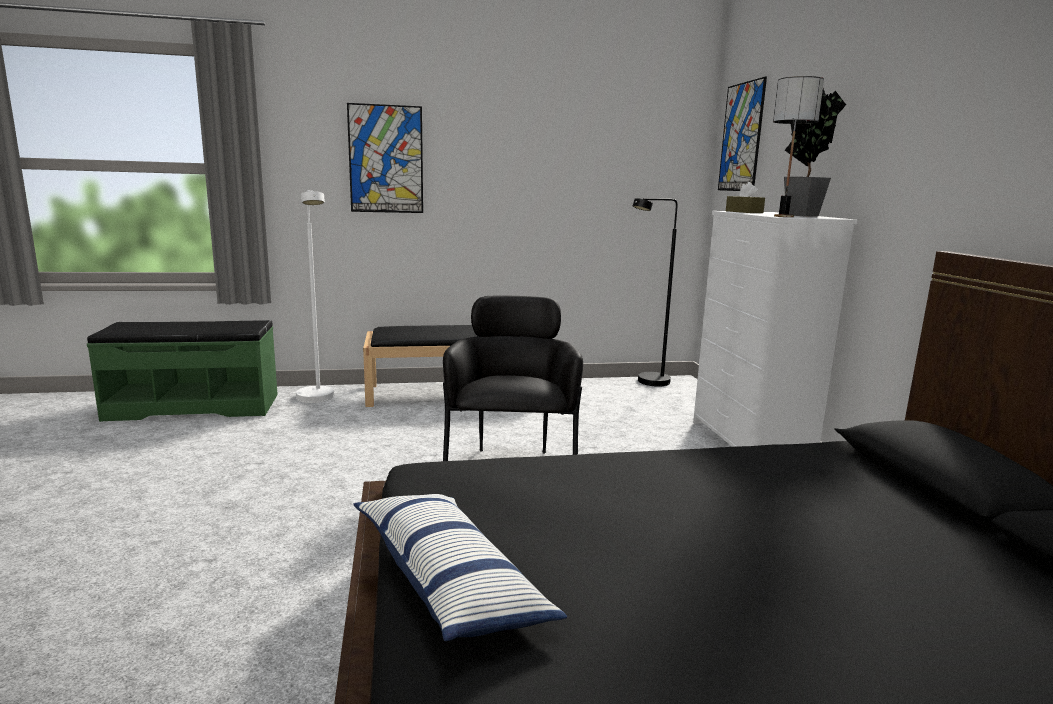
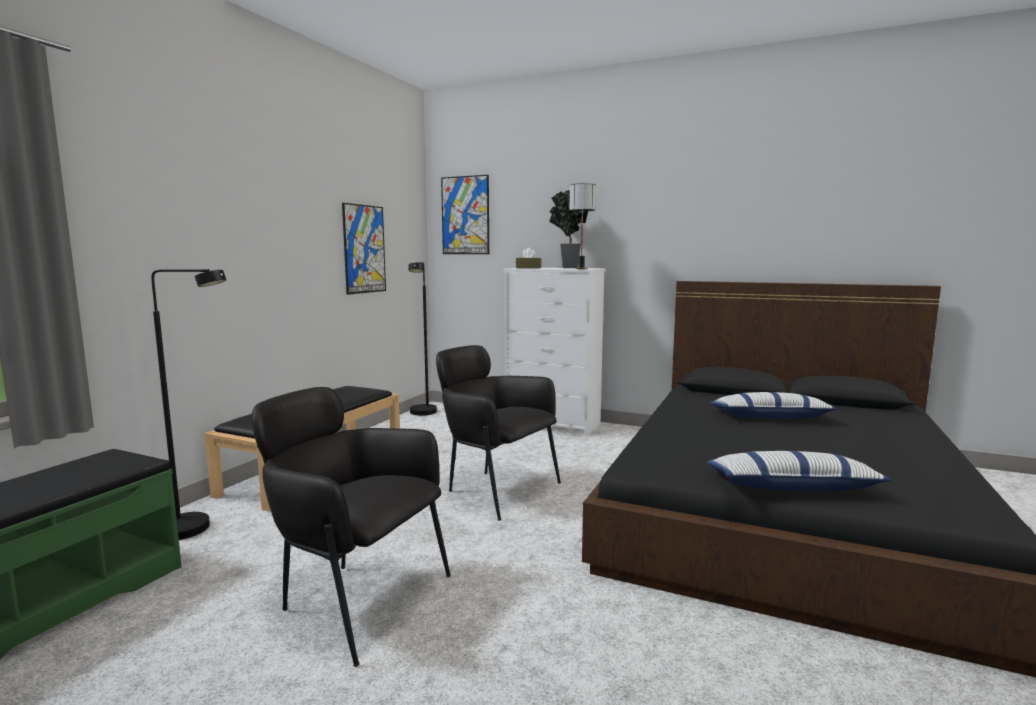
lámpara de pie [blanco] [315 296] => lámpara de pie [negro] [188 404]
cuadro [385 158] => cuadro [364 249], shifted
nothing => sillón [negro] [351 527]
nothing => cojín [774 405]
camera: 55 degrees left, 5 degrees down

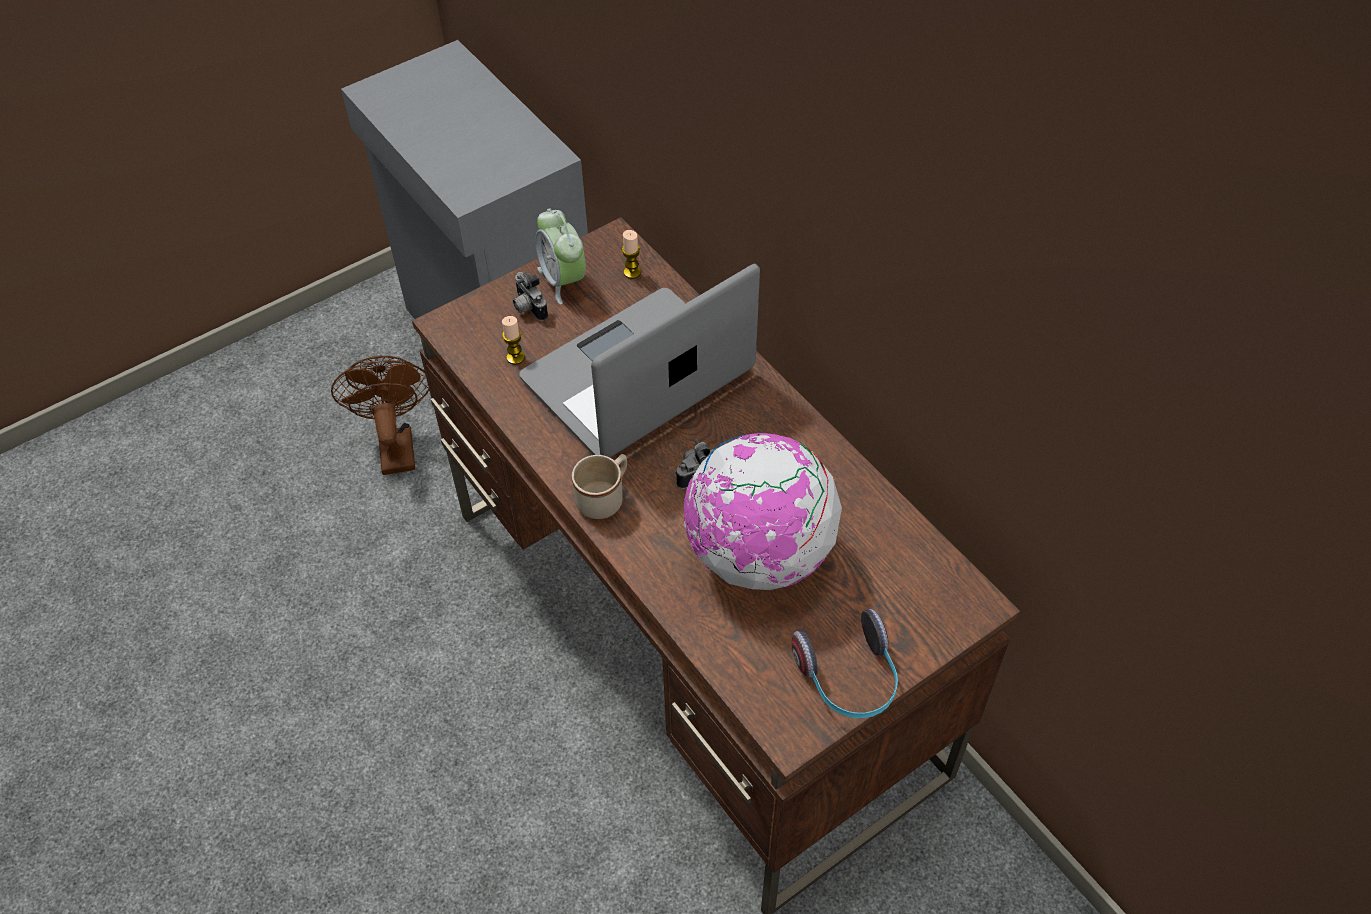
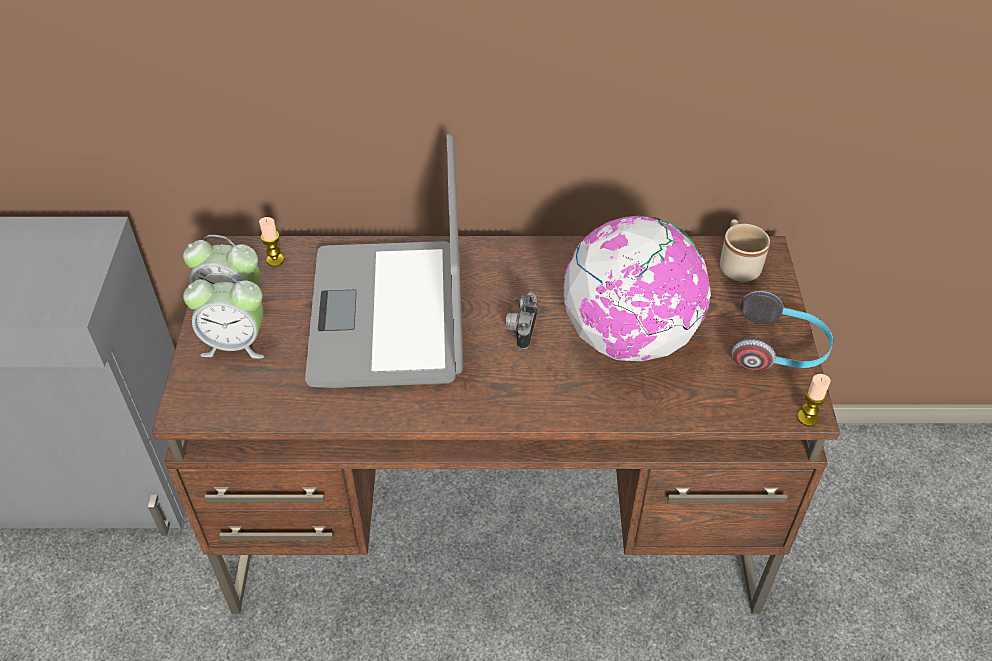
ventilador [marrón] [380 415] => nothing
vela [513 340] => vela [814 400], shifted
cámara [530 296] => despertador [223 316]
taza grande [beis] [599 486] => taza grande [beis] [745 250], shifted
camera: 55 degrees left, 5 degrees down

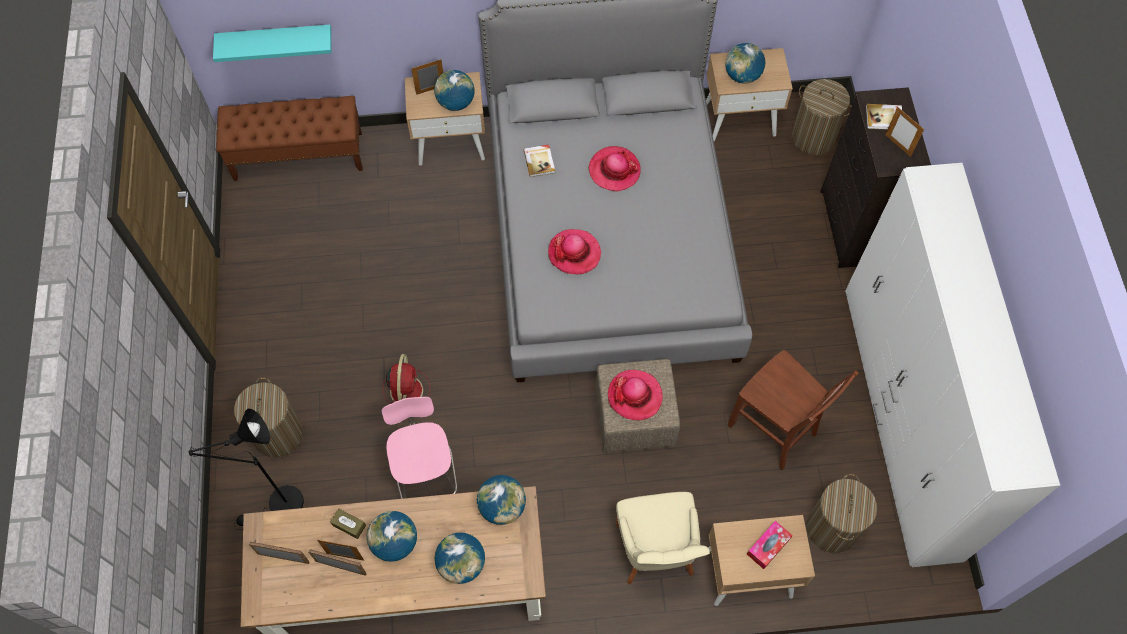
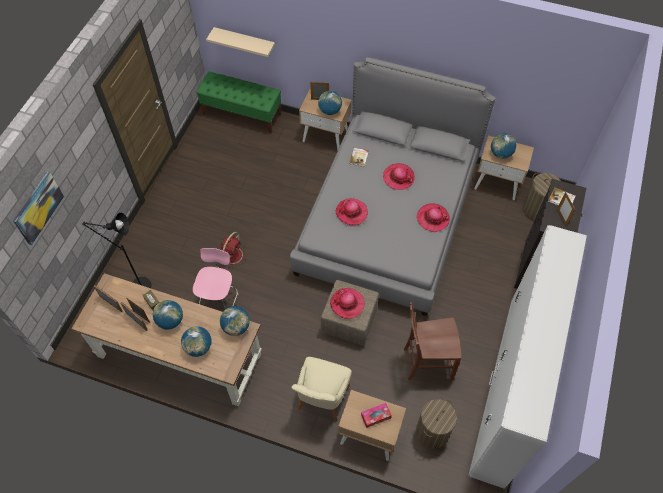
estante [turquesa] [272 43] => estante [beis] [240 42]
banco [marrón] [289 138] => banco [verde] [238 102]
cesto de la ropa [268 418] => nothing
silla [marrón] [793 410] => silla [marrón] [433 341], 105 degrees clockwise
nothing => cuadro [38 208]
nothing => sombrero [433 217]
camera: 25 degrees right, 5 degrees down

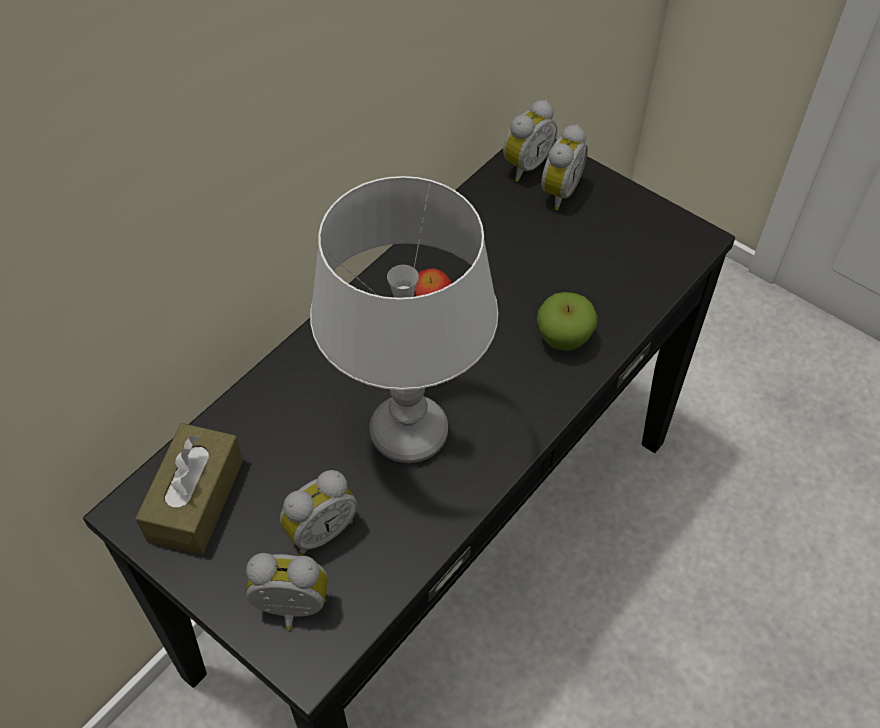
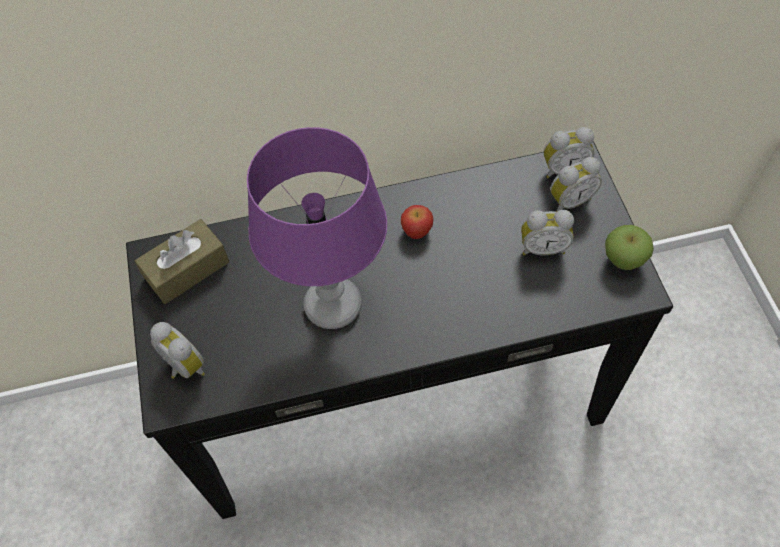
despertador [318 513] => despertador [547 233], shifted
lámpara de mesa [gris] [404 319] => lámpara de mesa [morado] [317 228]
manzana [567 321] => manzana [629 247], shifted
camera: 40 degrees right, 5 degrees up

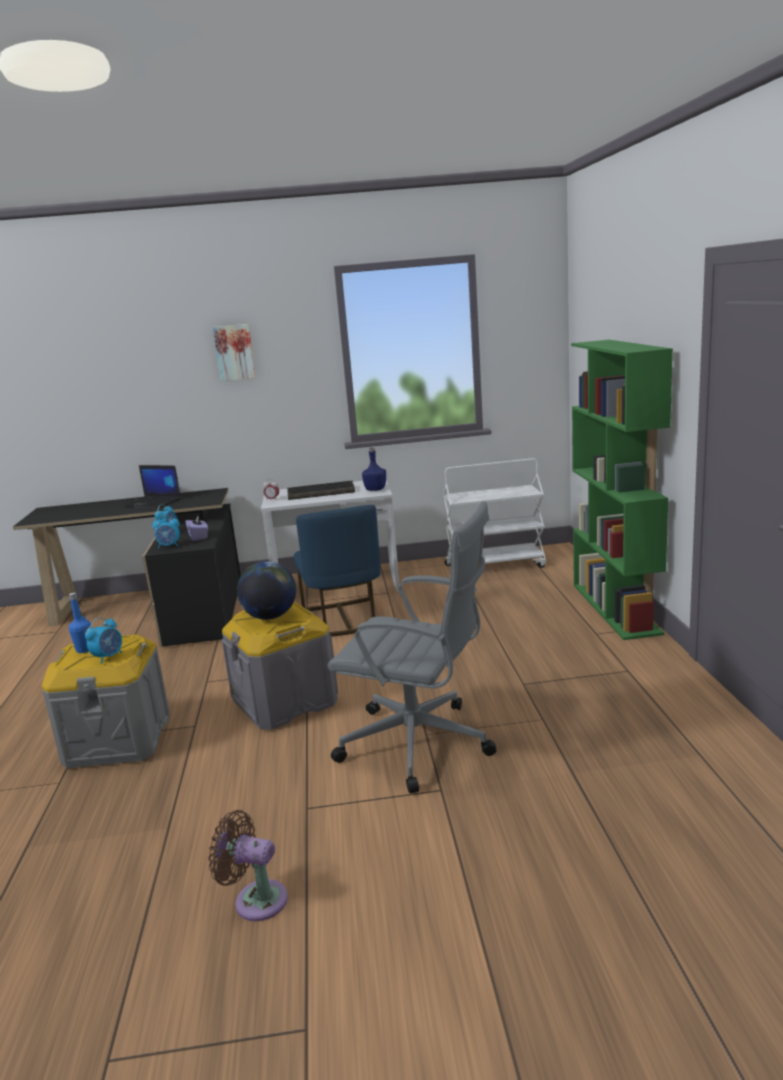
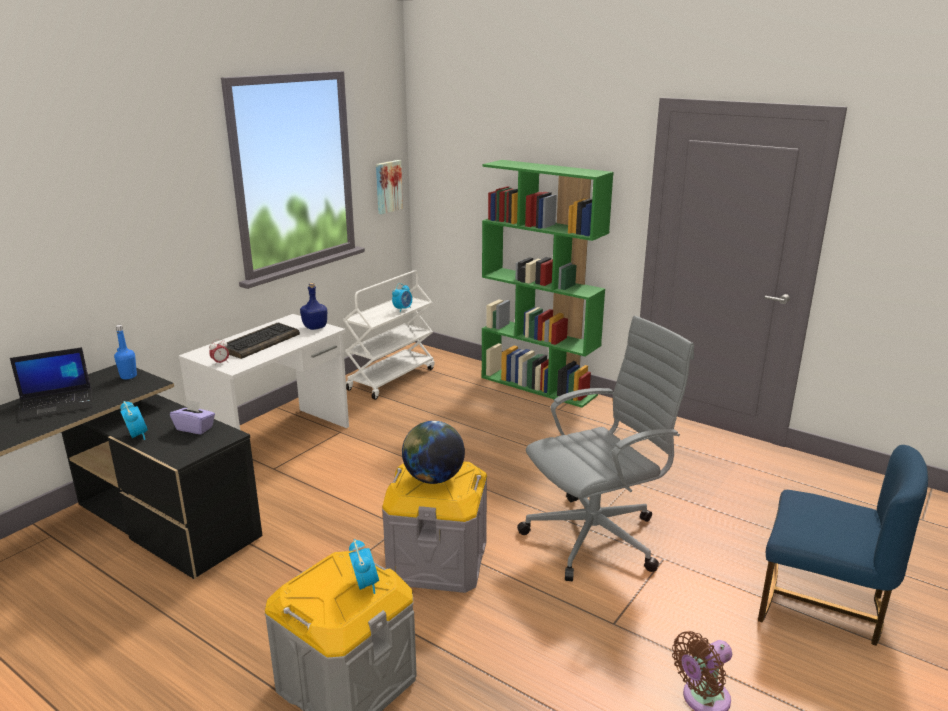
botella [azul] [80 622] => botella [azul] [125 352], shifted
despertador [166 532] => despertador [402 297], shifted
cuadro [234 352] => cuadro [389 187], shifted
silla [azul] [337 571] => silla [azul] [843 545], shifted
camera: 50 degrees left, 5 degrees up

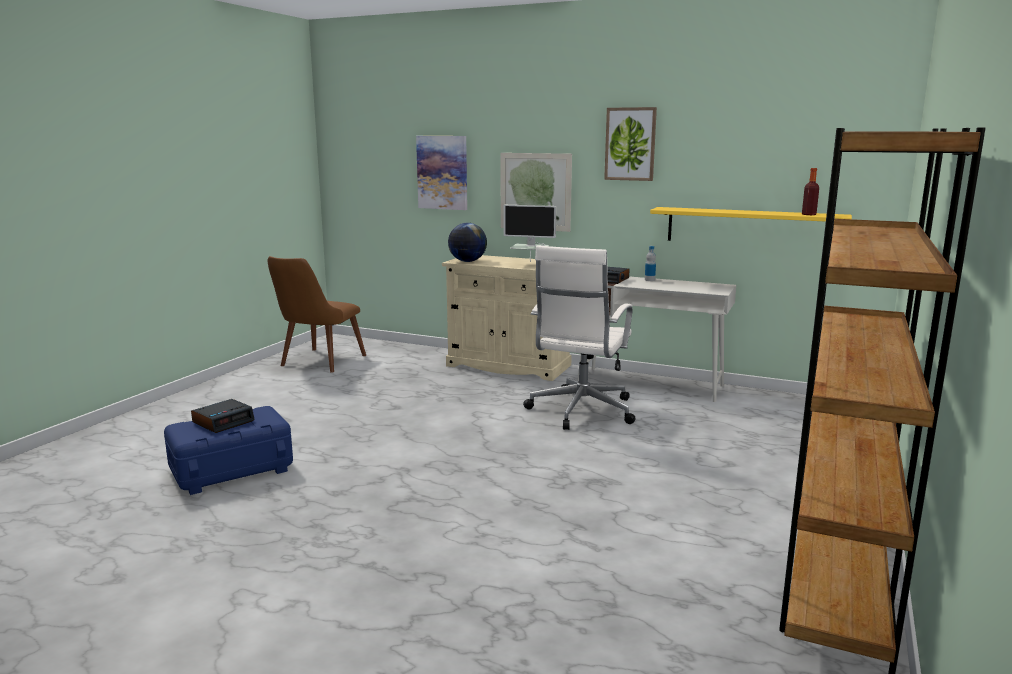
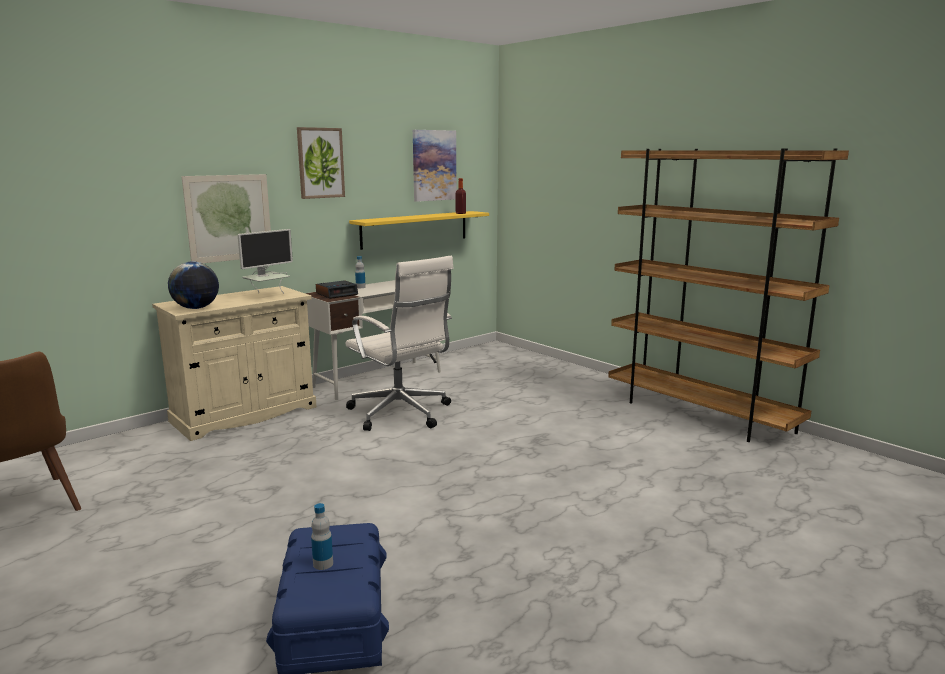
despertador [223 416] => botella [322 536]
cuadro [441 173] => cuadro [434 166], shifted
camera: 65 degrees left, 0 degrees up

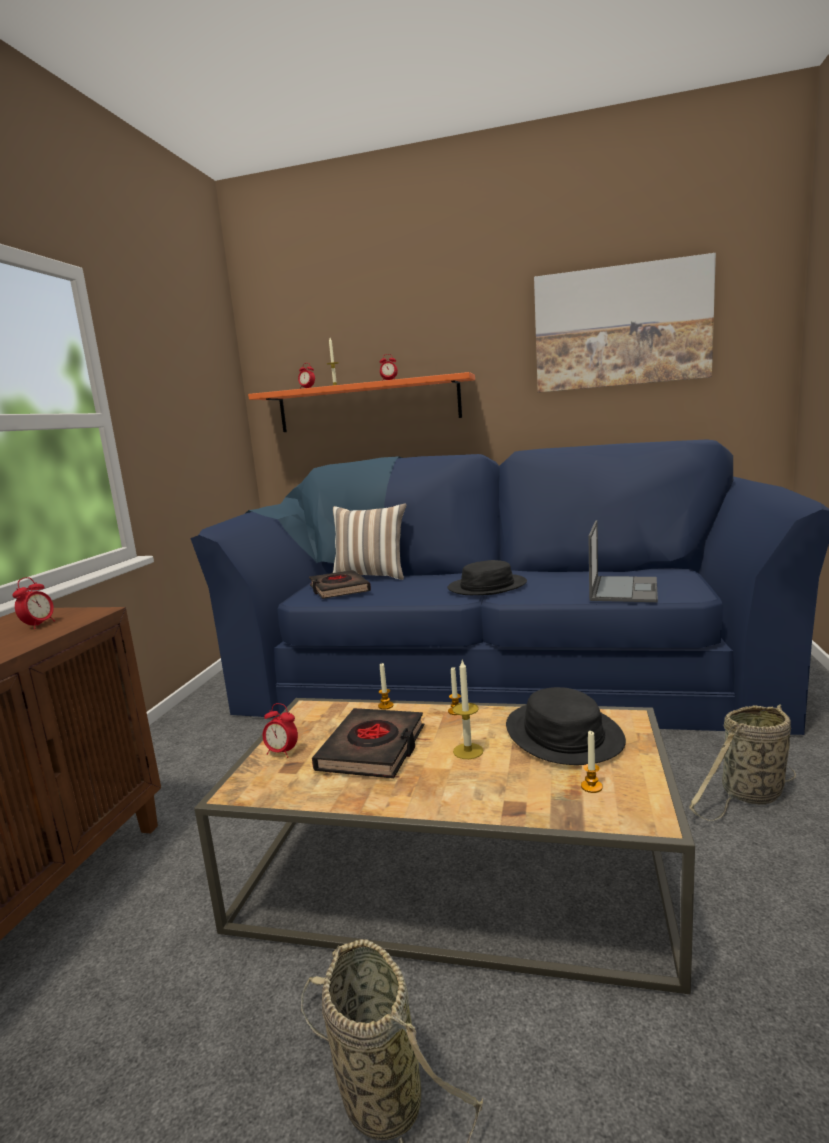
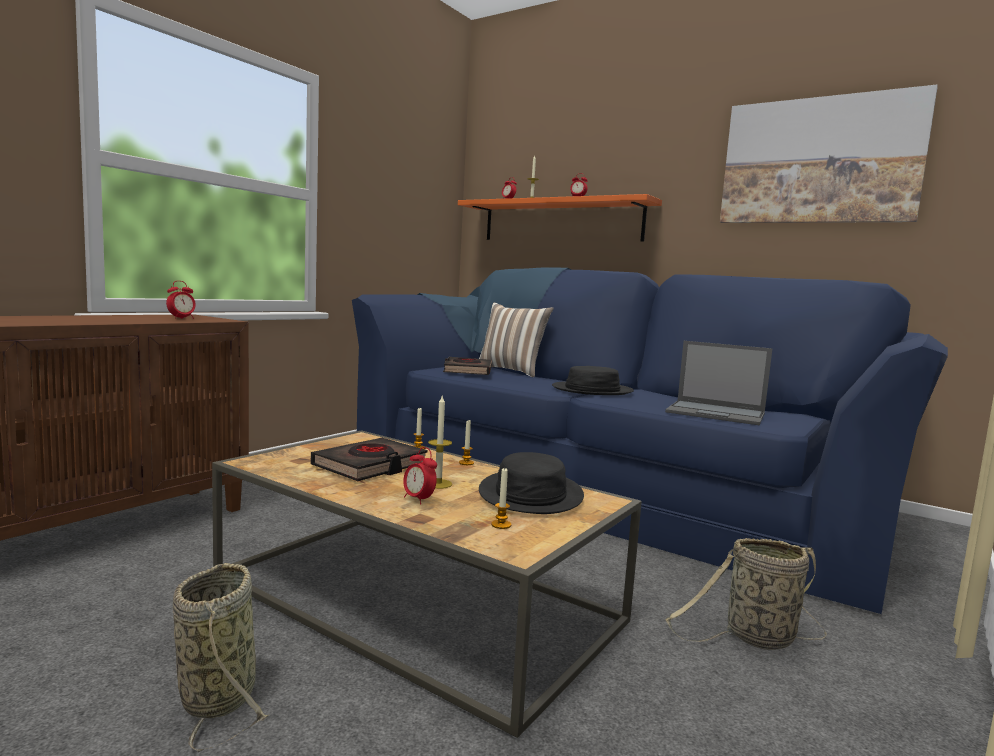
despertador [280 730] => despertador [420 475], shifted
portátil [623 561] => portátil [719 383], 75 degrees clockwise
camera: 20 degrees right, 5 degrees down

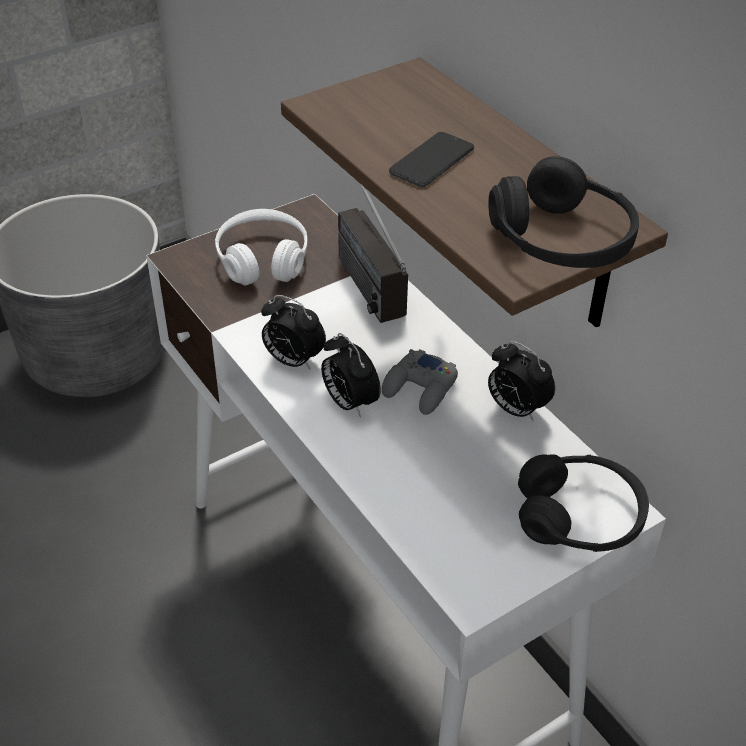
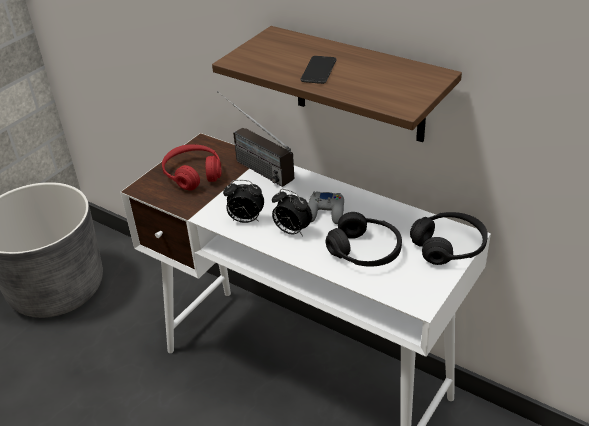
auriculares [blanco] [261 247] => auriculares [rojo] [191 167]
auriculares [negro] [563 212] => auriculares [negro] [363 239], shifted
despertador [521 381] => nothing
camera: 20 degrees left, 5 degrees down

